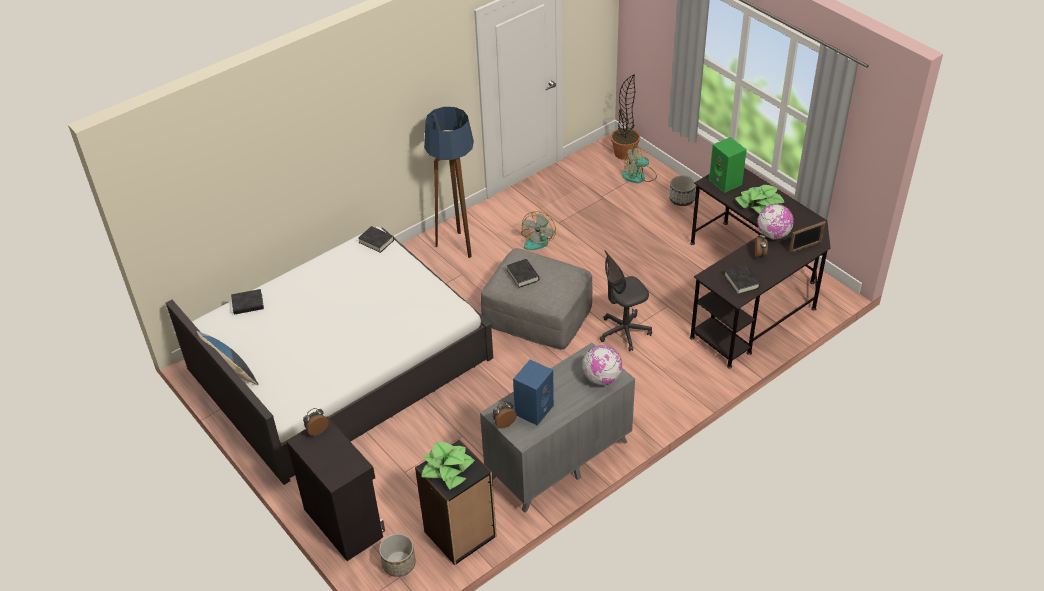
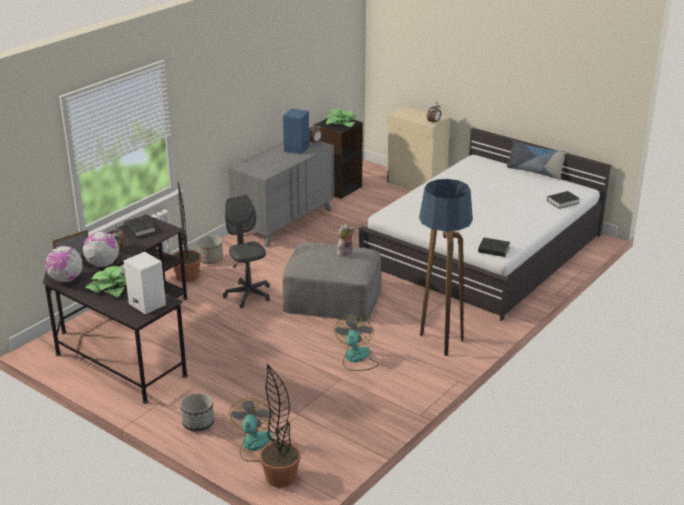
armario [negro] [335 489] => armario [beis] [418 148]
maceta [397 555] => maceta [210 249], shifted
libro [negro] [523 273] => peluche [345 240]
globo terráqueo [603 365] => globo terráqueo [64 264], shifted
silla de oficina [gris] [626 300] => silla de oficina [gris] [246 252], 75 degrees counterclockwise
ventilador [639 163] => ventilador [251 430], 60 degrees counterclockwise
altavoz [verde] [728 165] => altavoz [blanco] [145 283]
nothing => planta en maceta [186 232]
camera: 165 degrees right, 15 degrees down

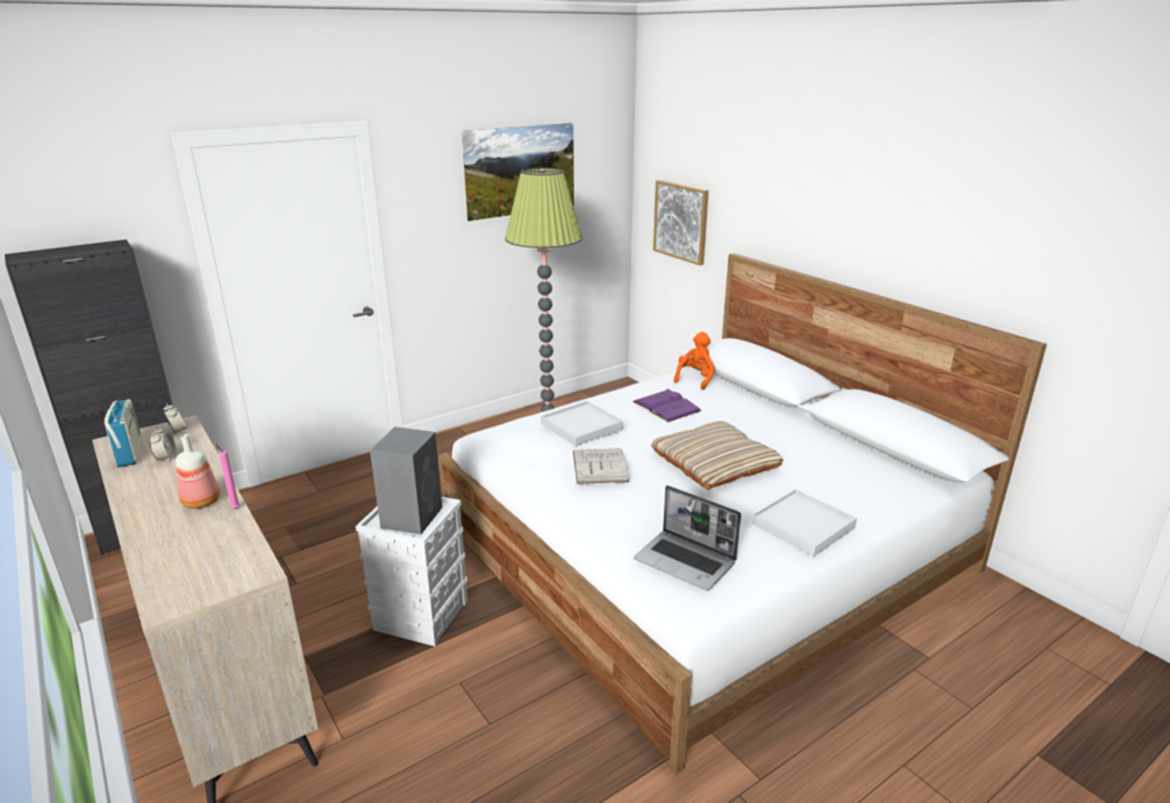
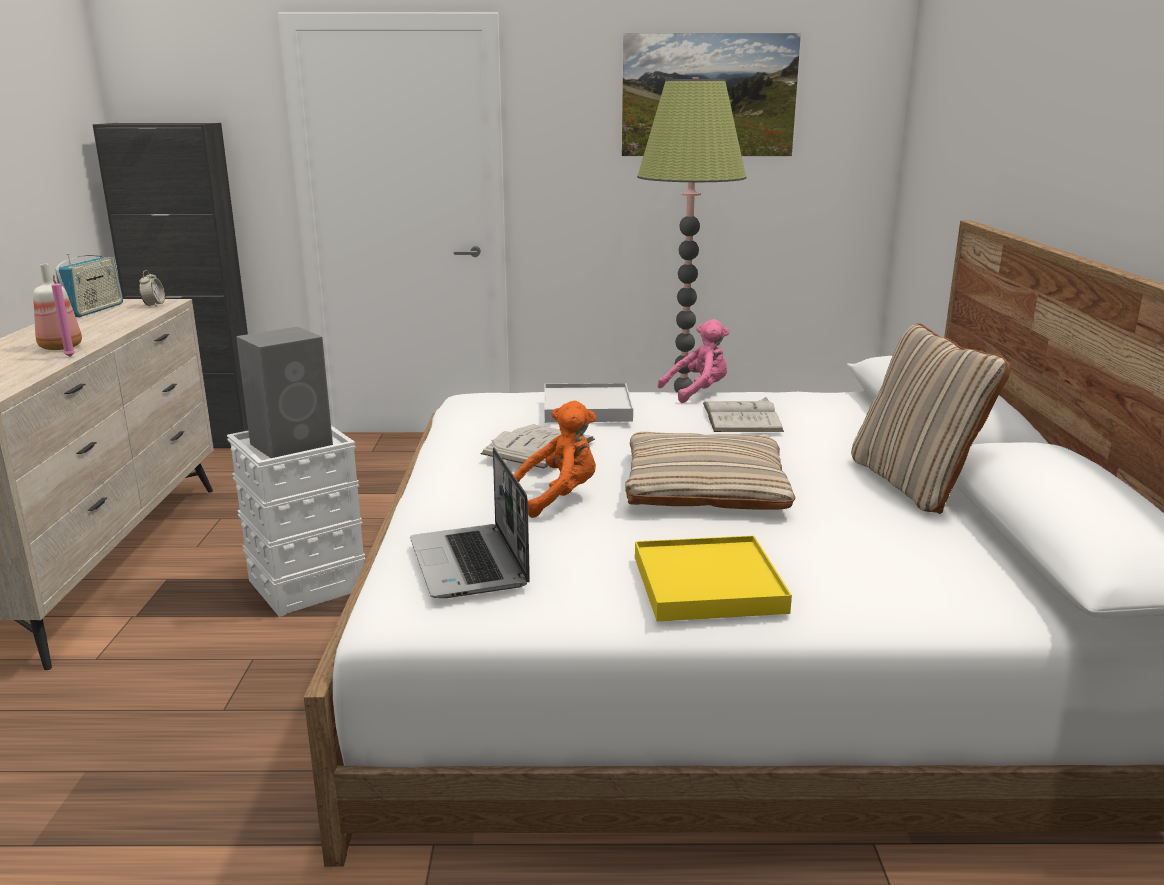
despertador [163 443] => nothing
libro [morado] [666 405] => libro [blanco] [743 414]
cuadro [681 223] => nothing
peluche [naranja] [694 361] => peluche [naranja] [554 459], shifted
bandeja [blanco] [804 523] => bandeja [amarillo] [713 578]
nothing => peluche [rosa] [693 361]
nothing => cojín [beis] [931 418]
camera: 35 degrees right, 5 degrees down

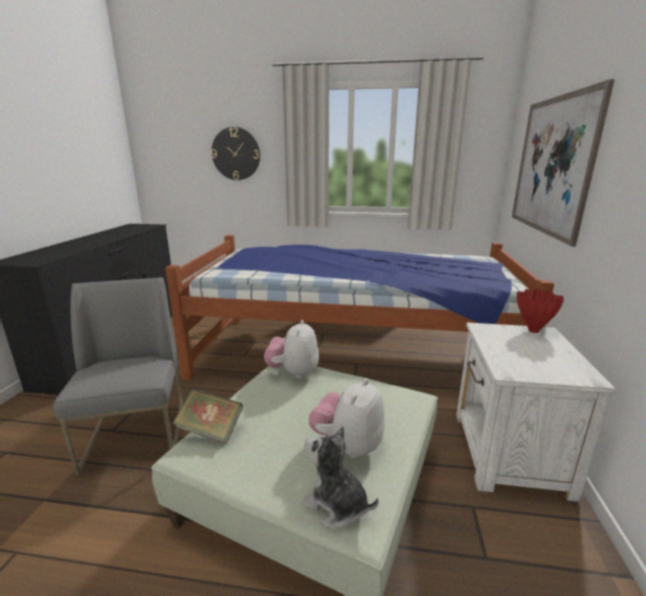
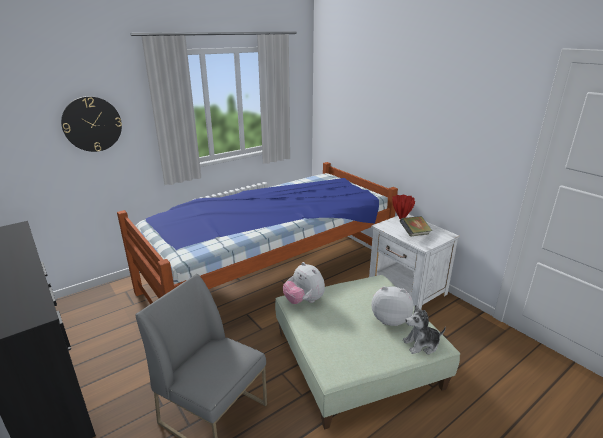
libro [208 416] => libro [416 226], shifted
peluche [346 418] => peluche [393 306], 120 degrees clockwise
cuadro [563 163] => nothing
camera: 45 degrees left, 5 degrees up

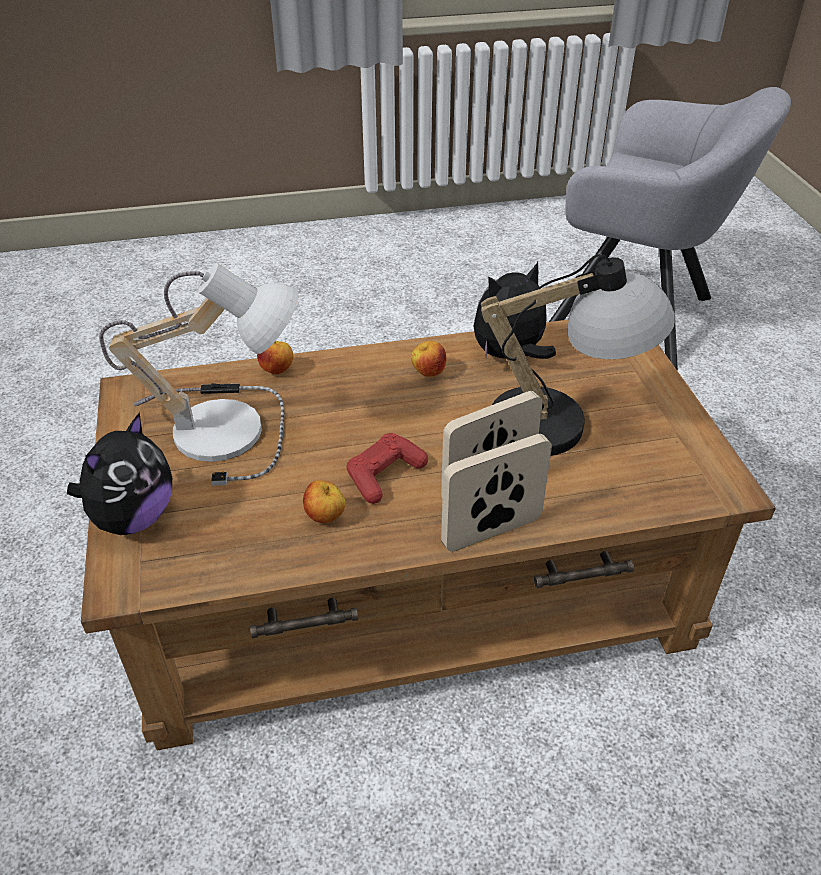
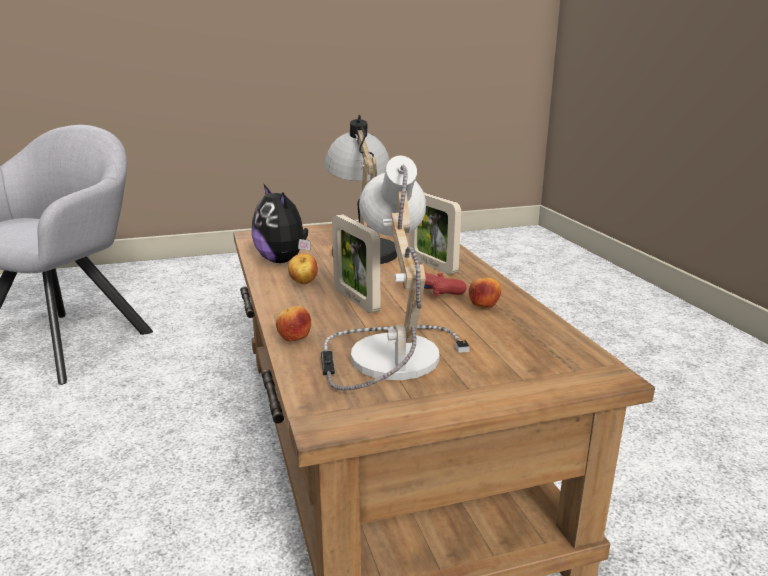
peluche [119 473] => nothing
portarretratos [496 493] => portarretratos [356 263], shifted
camera: 95 degrees left, 20 degrees down

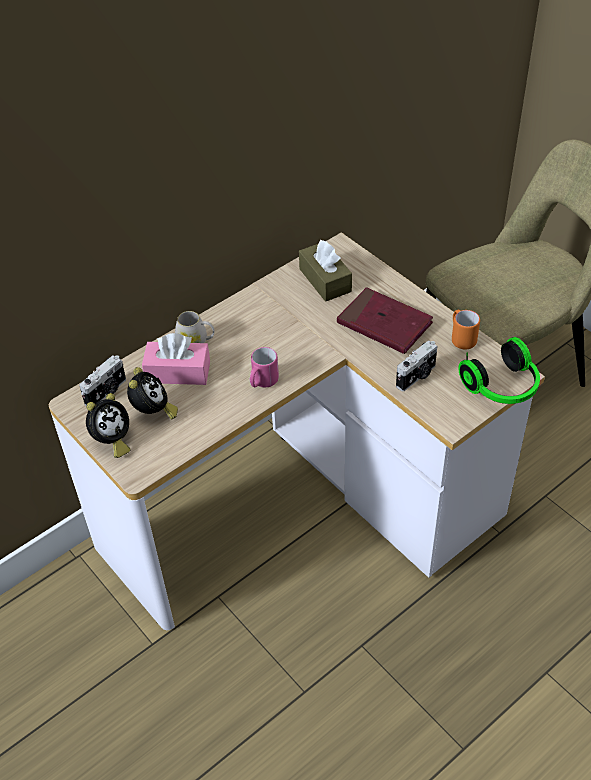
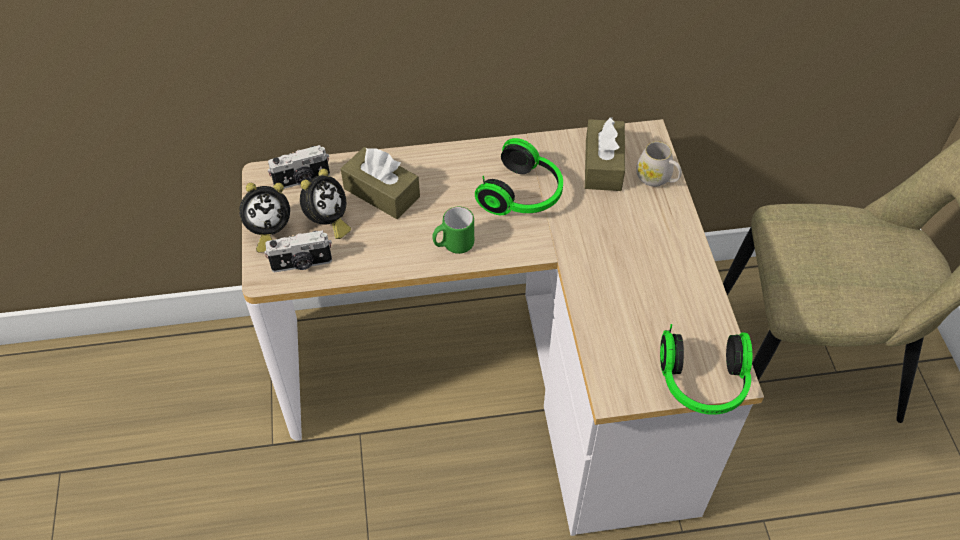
caja de pañuelos [rosa] [176 359] => caja de pañuelos [marrón] [380 183]
taza grande [blanco] [195 327] => taza grande [blanco] [659 164], shifted
taza grande [rosa] [264 367] => taza grande [verde] [453 230]
libro [rojo] [385 320] => nothing
cámara [416 365] => cámara [298 251], shifted
taza grande [naranja] [466 330] => nothing
nothing => auriculares [519 176]
camera: 30 degrees right, 5 degrees up

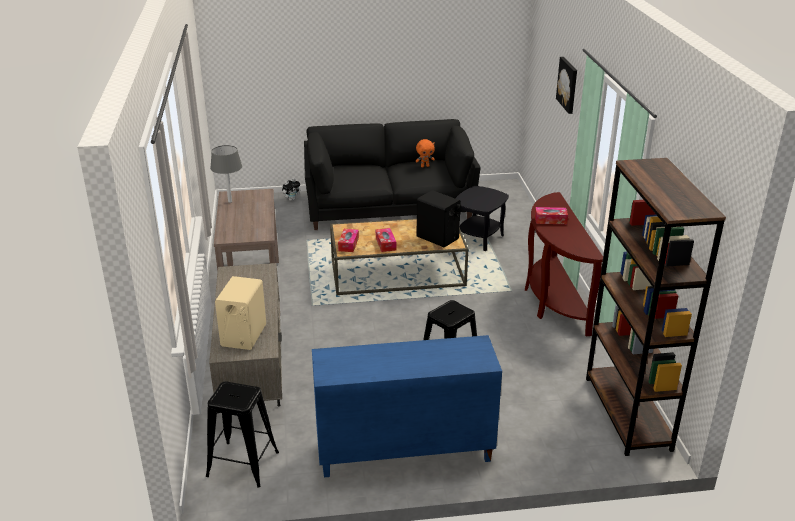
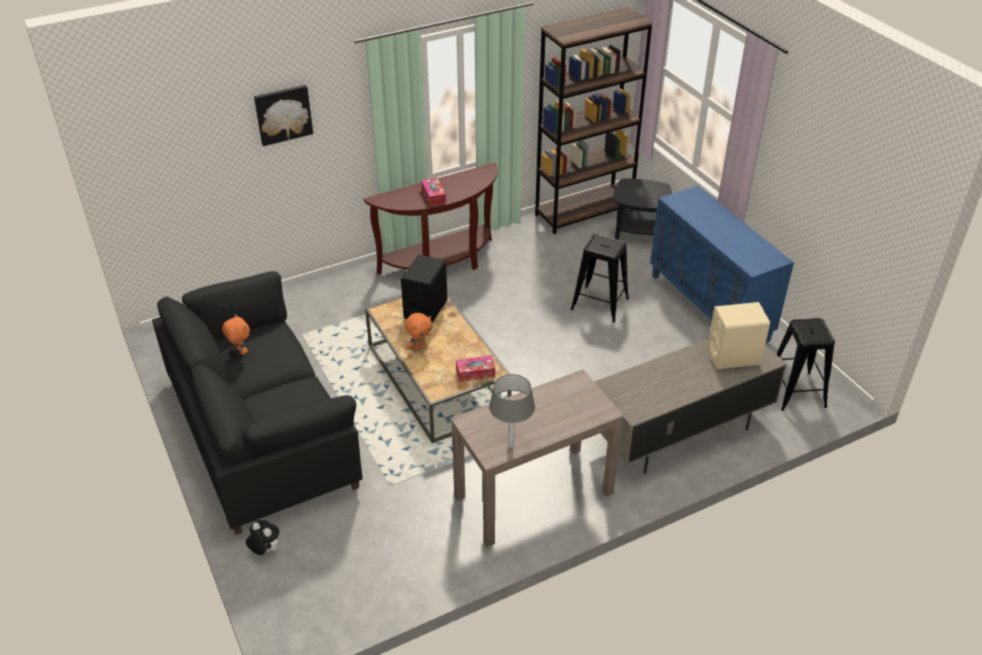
caja de pañuelos [386 240] => nothing
mesa auxiliar [negro] [482 218] => mesa auxiliar [negro] [643 209], shifted
nothing => peluche [naranja] [419 331]
camera: 110 degrees left, 10 degrees up

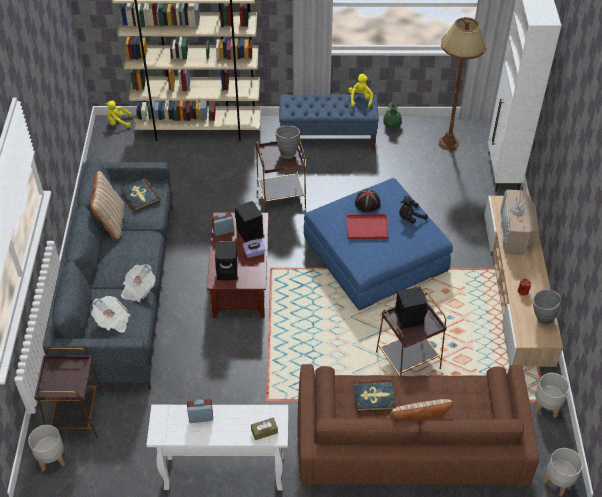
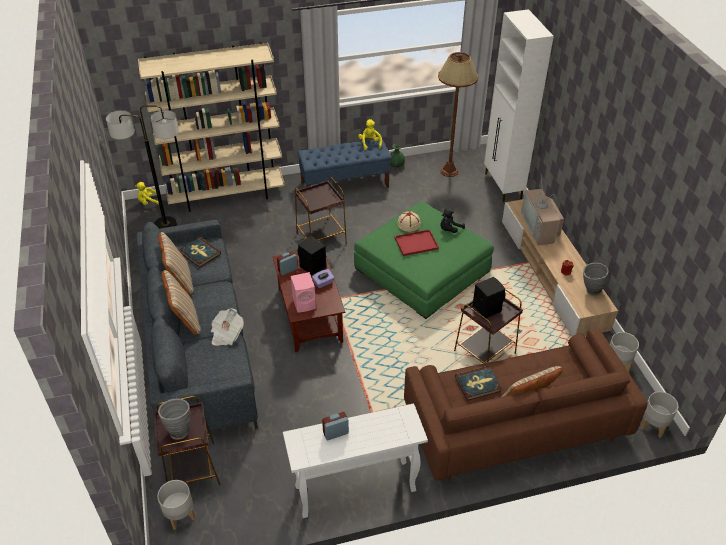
periódico [110 314] => nothing
altavoz [negro] [226 261] => altavoz [rosa] [303 292]
caja de pañuelos [marrón] [264 429] => nothing
florero [gris] [287 141] => florero [gris] [174 419], shifted
puf [azul] [378 244] => puf [verde] [424 260]
sombrero [negro] [368 201] => sombrero [beis] [409 221]
nothing => lámpara de pie [142 167]
nothing => cojín [beis] [181 302]
camera: 15 degrees left, 5 degrees down

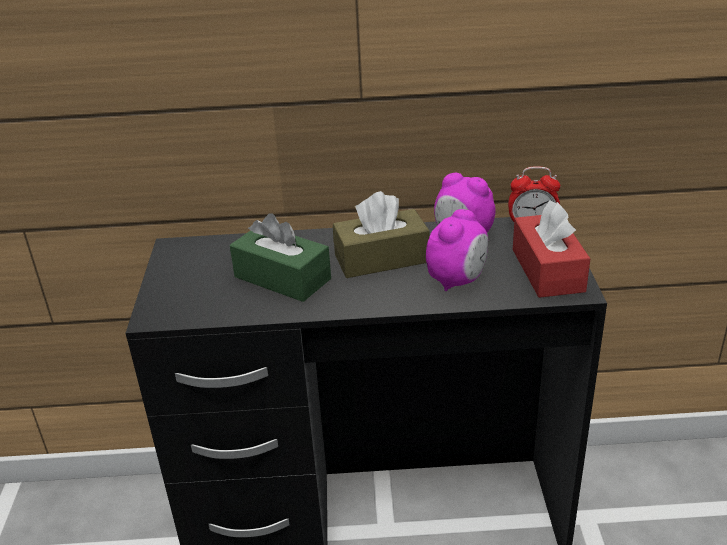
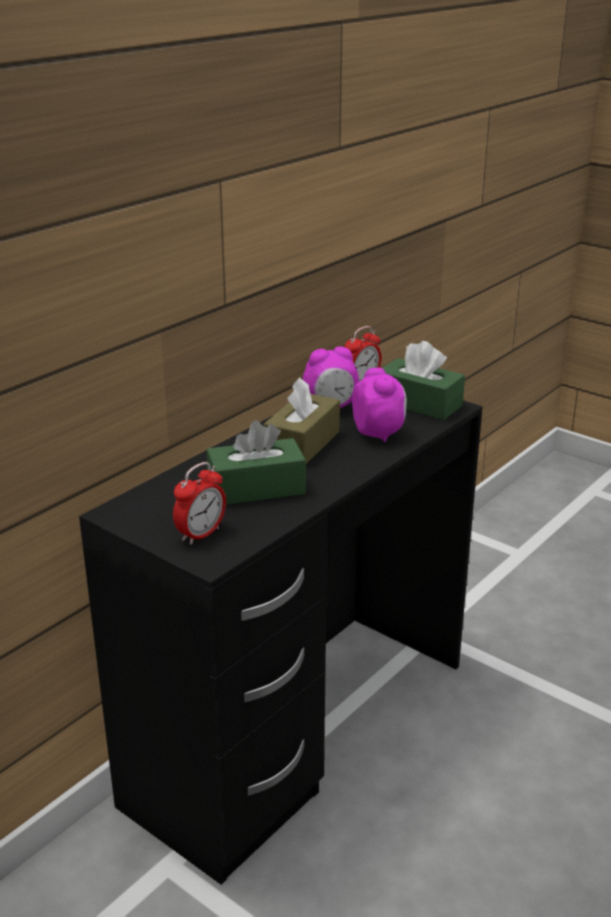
caja de pañuelos [rojo] [551 249] => caja de pañuelos [verde] [423 380]
nothing => despertador [199 503]
camera: 50 degrees left, 5 degrees down

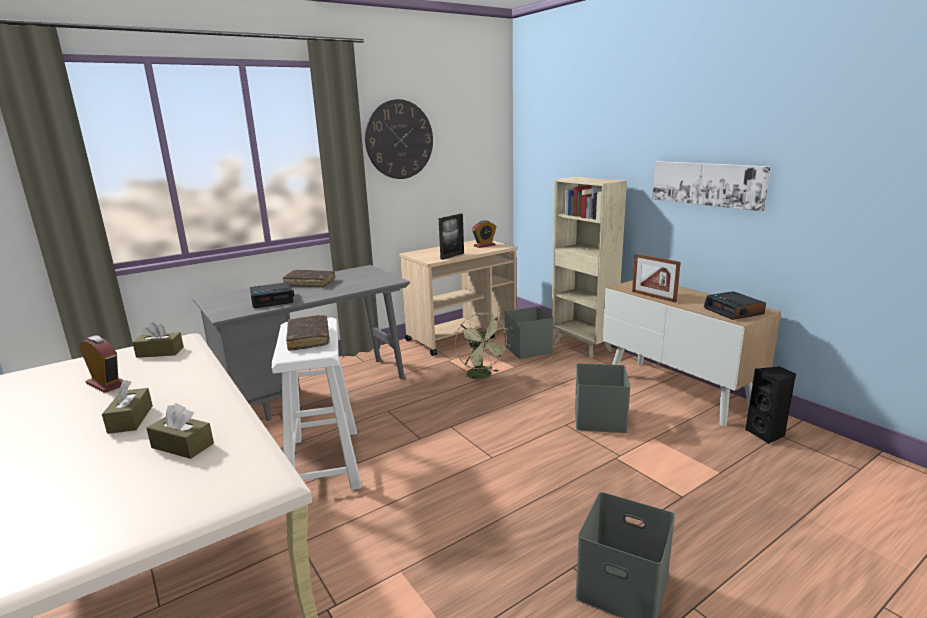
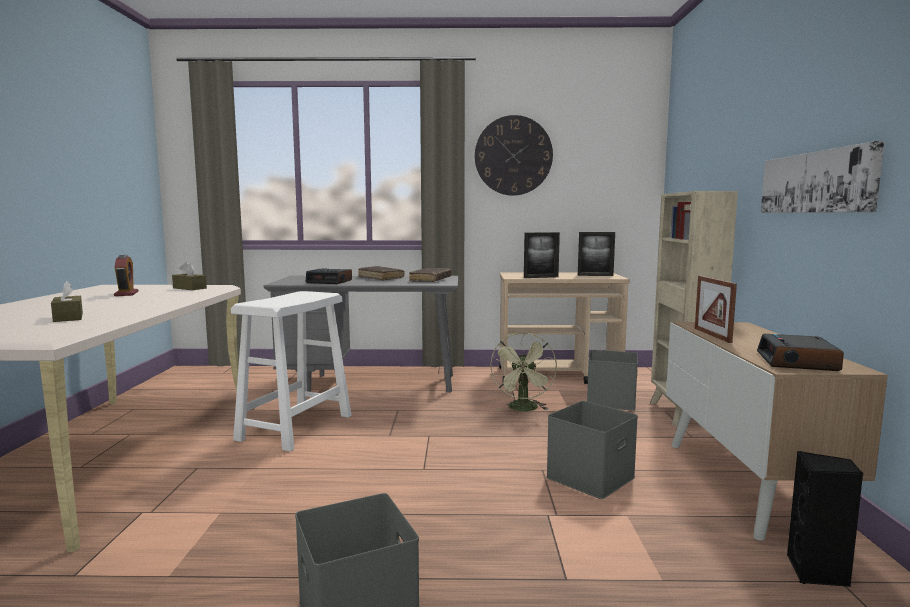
caja de pañuelos [marrón] [127 407] => nothing
libro [marrón] [308 333] => libro [marrón] [430 275], shifted
despertador [484 234] => portarretratos [596 254]
camera: 35 degrees right, 10 degrees down

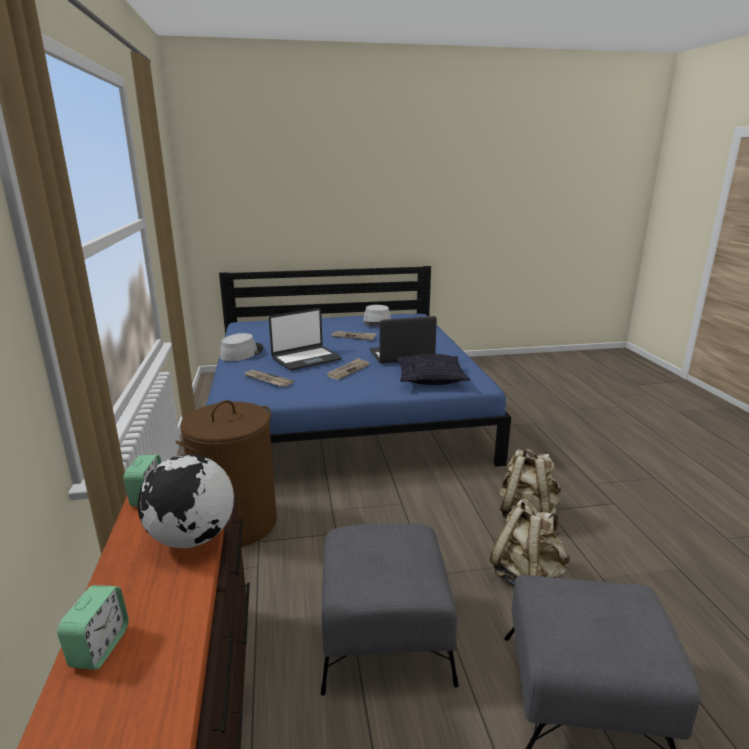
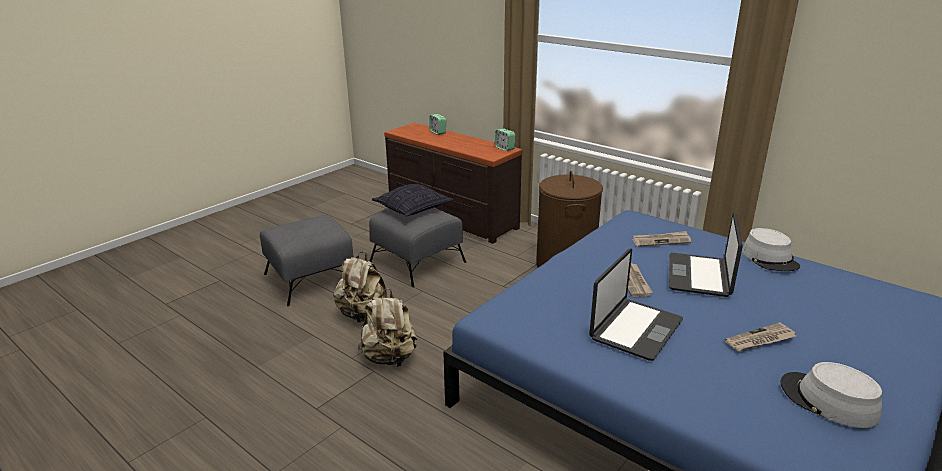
globo terráqueo [185 501] => nothing
cojín [433 369] => cojín [412 200], shifted
camera: 140 degrees right, 5 degrees up

